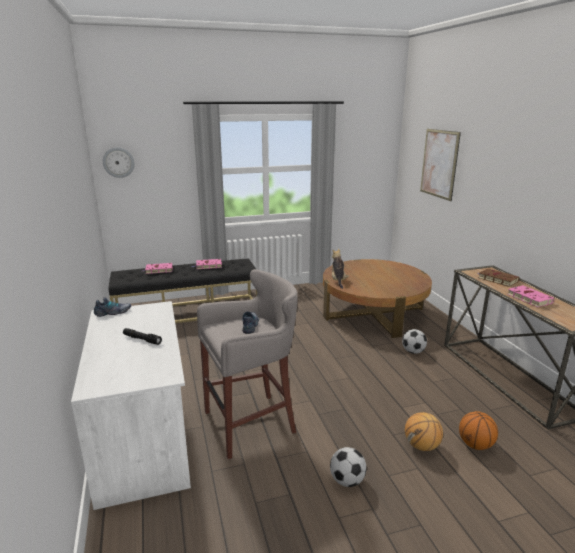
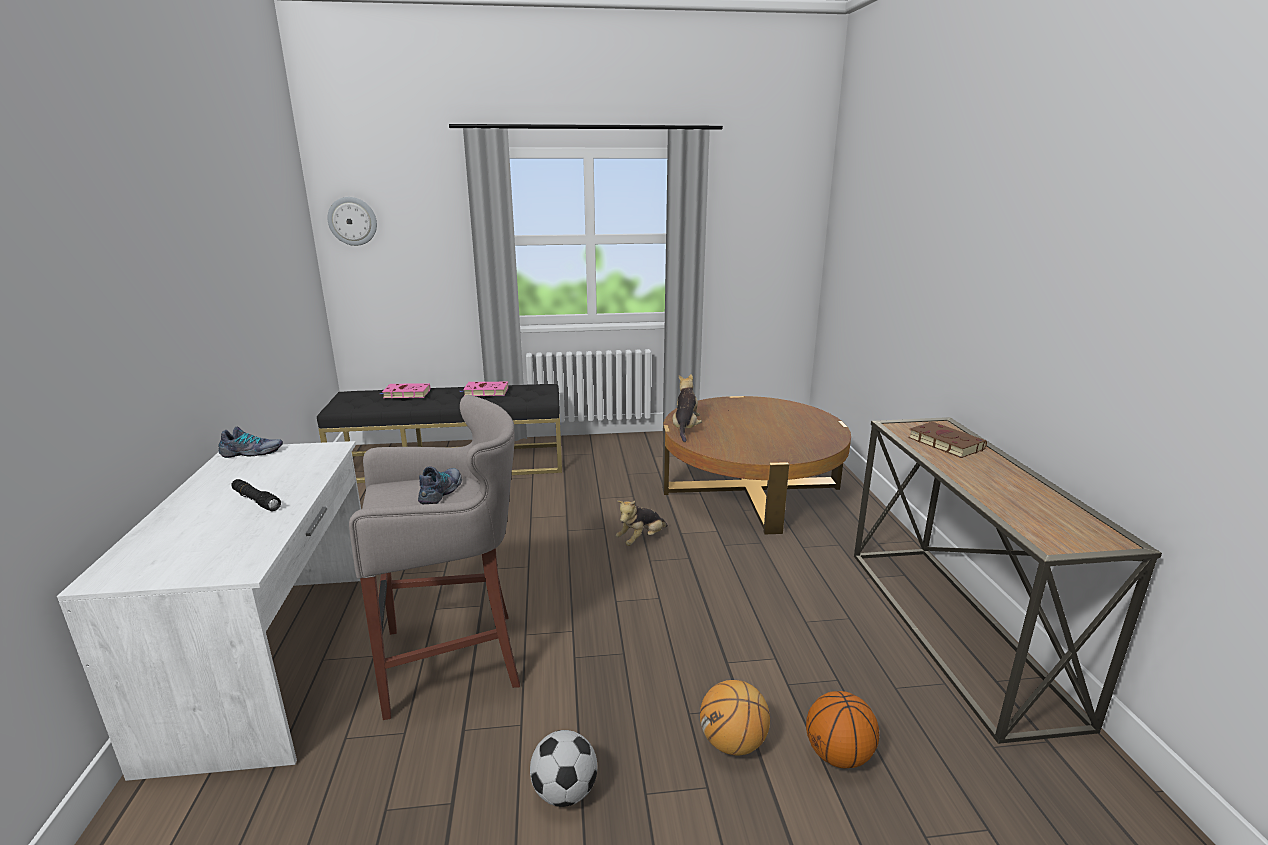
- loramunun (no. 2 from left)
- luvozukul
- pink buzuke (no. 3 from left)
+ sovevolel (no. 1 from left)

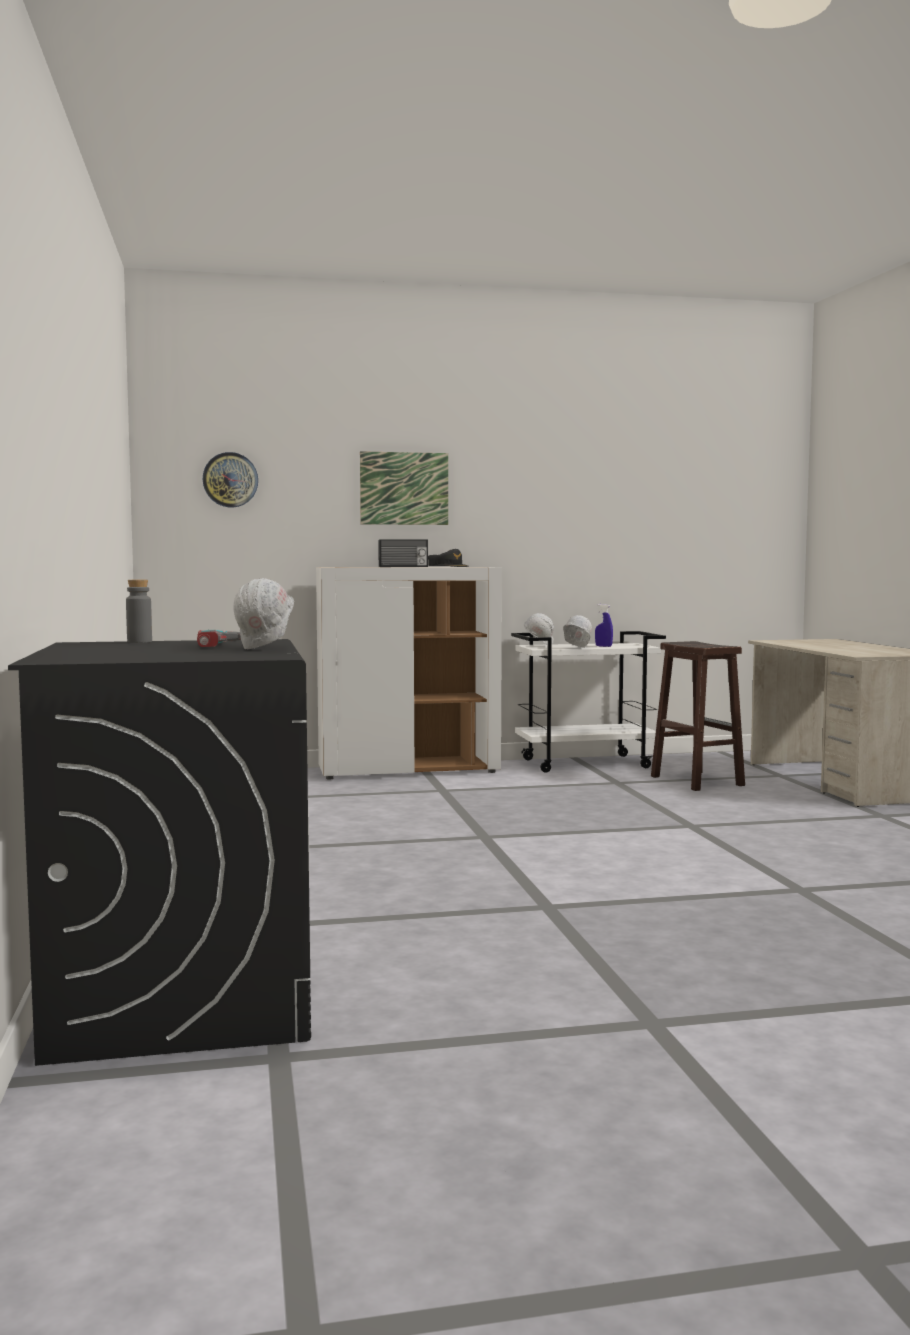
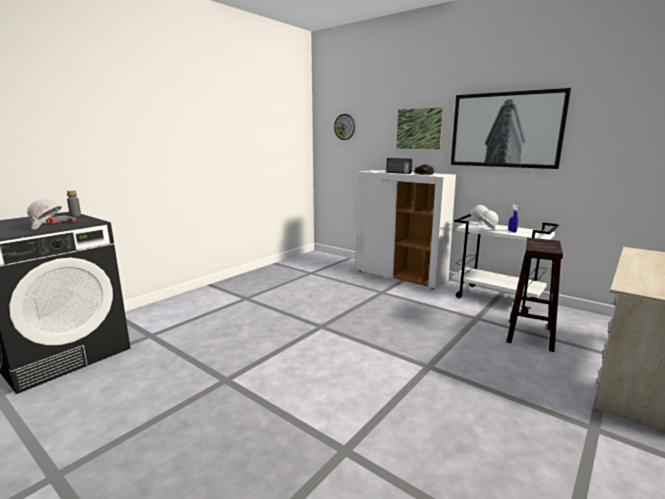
+ luvozukul (no. 2 from left)

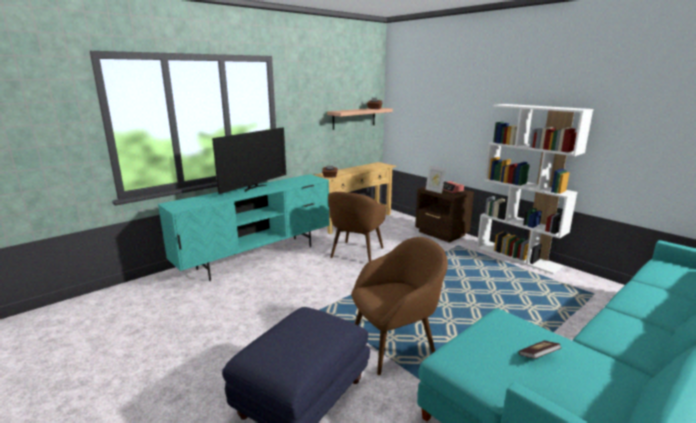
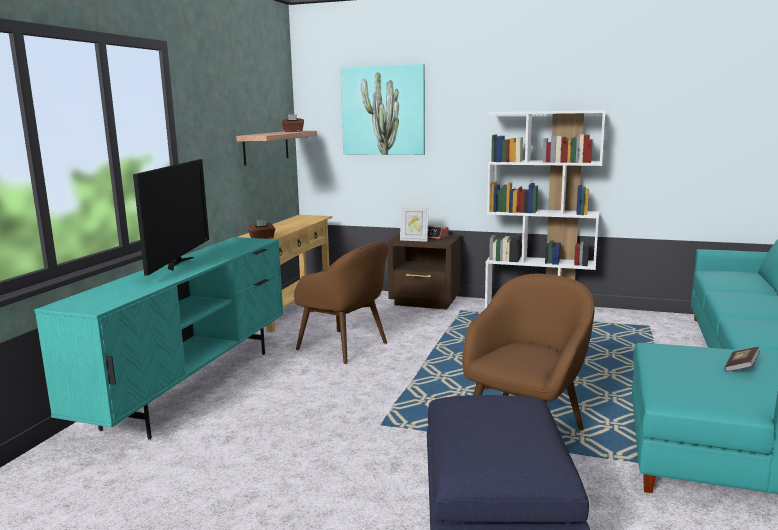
+ luvozukul
~ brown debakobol (no. 1 from left) 45 degrees counterclockwise

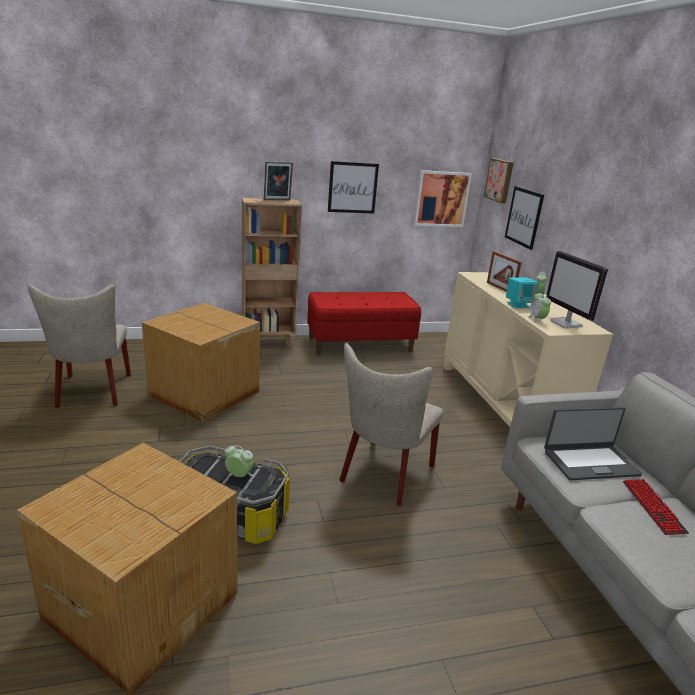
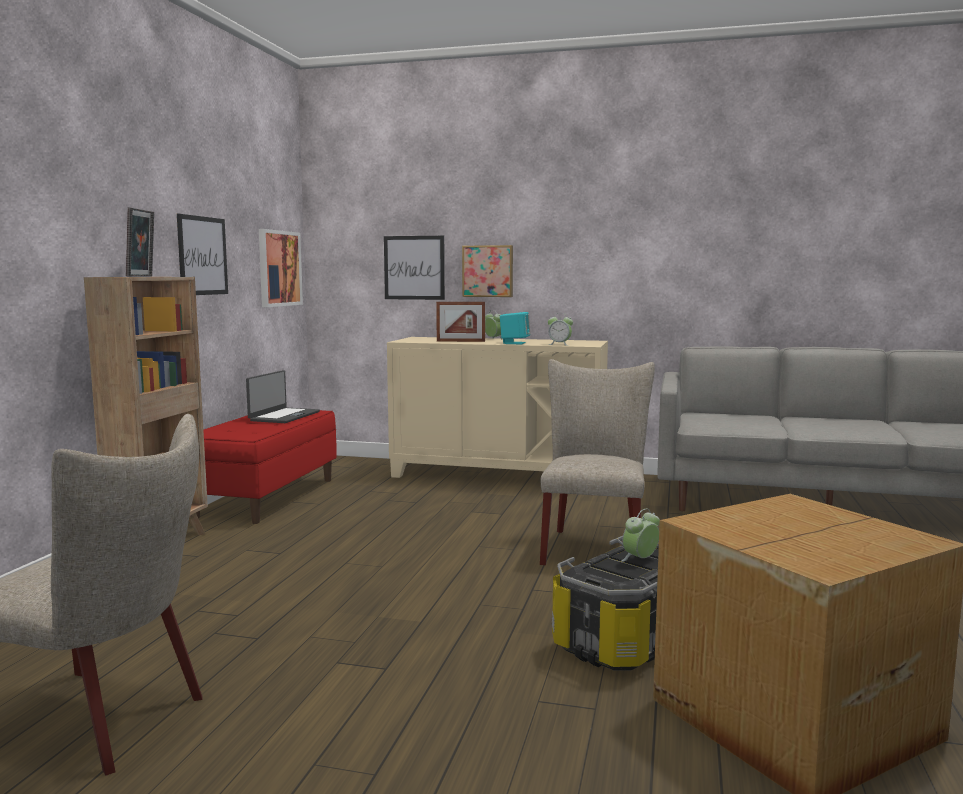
- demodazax (no. 2 from left)
- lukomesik
- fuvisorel
~ luvozukul (no. 3 from left in the first image) to luvozukul (no. 4 from left)
~ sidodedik
~ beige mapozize (no. 2 from left) 135 degrees counterclockwise

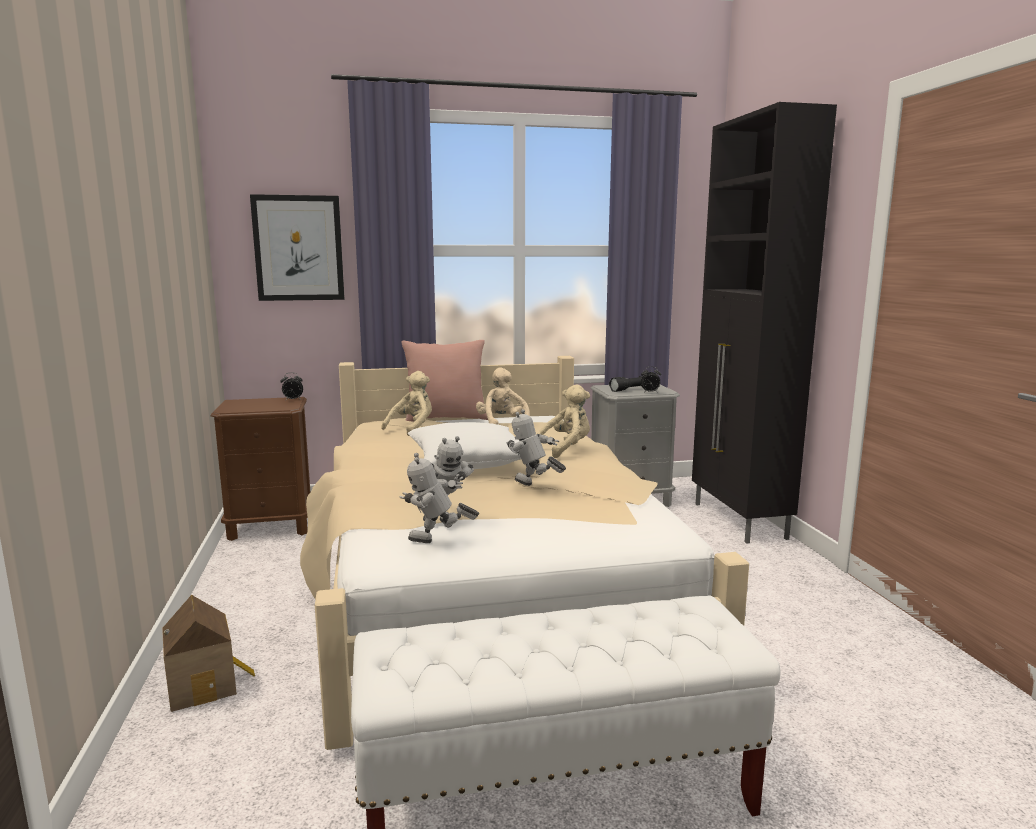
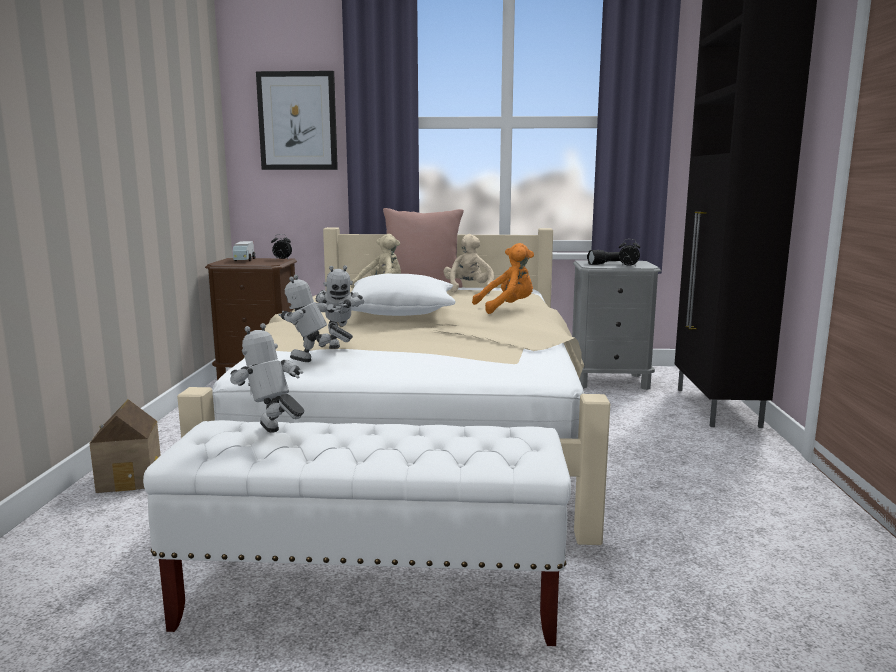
+ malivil
~ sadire (no. 3 from left in the first image) to sadire (no. 1 from left)
~ beige sovevolel (no. 3 from left) to orange sovevolel

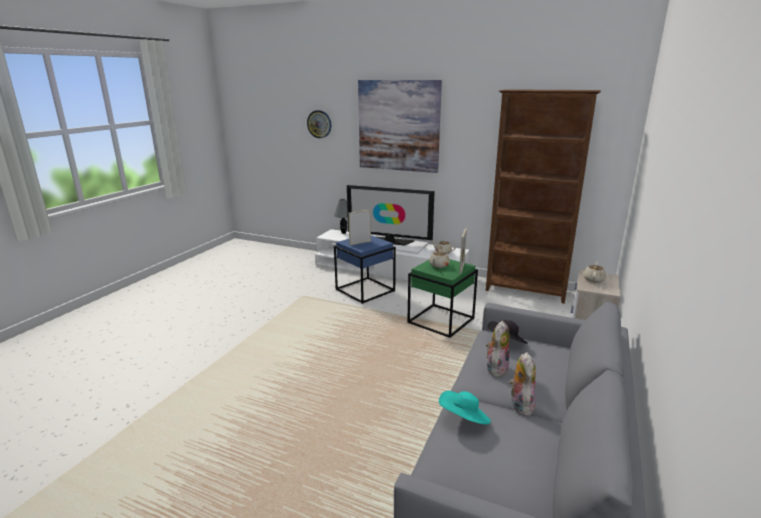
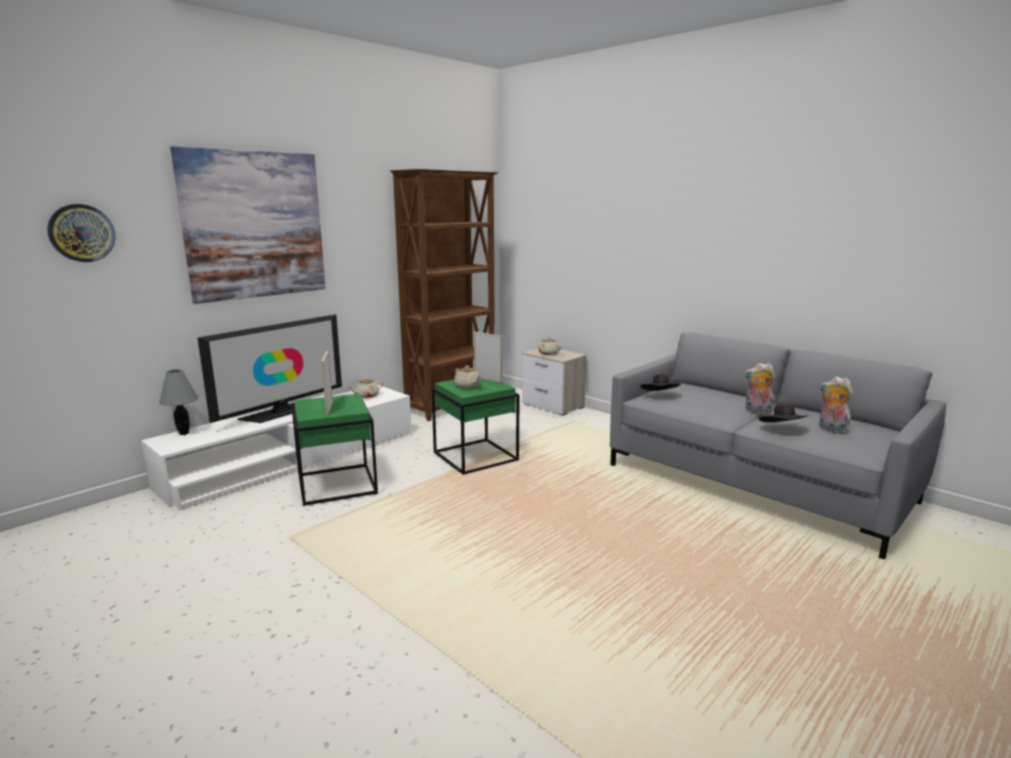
~ sovevolel (no. 1 from left in the first image) to sovevolel (no. 2 from left)
~ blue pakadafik to green pakadafik (no. 1 from left)
~ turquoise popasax to black popasax (no. 2 from left)

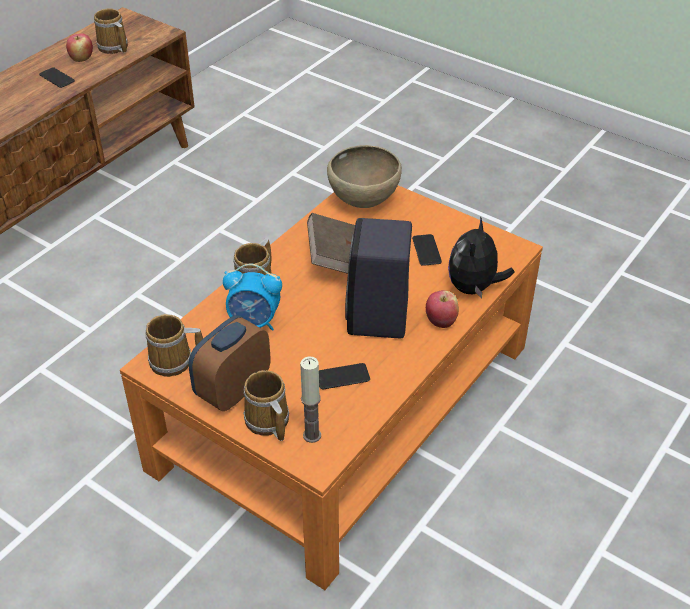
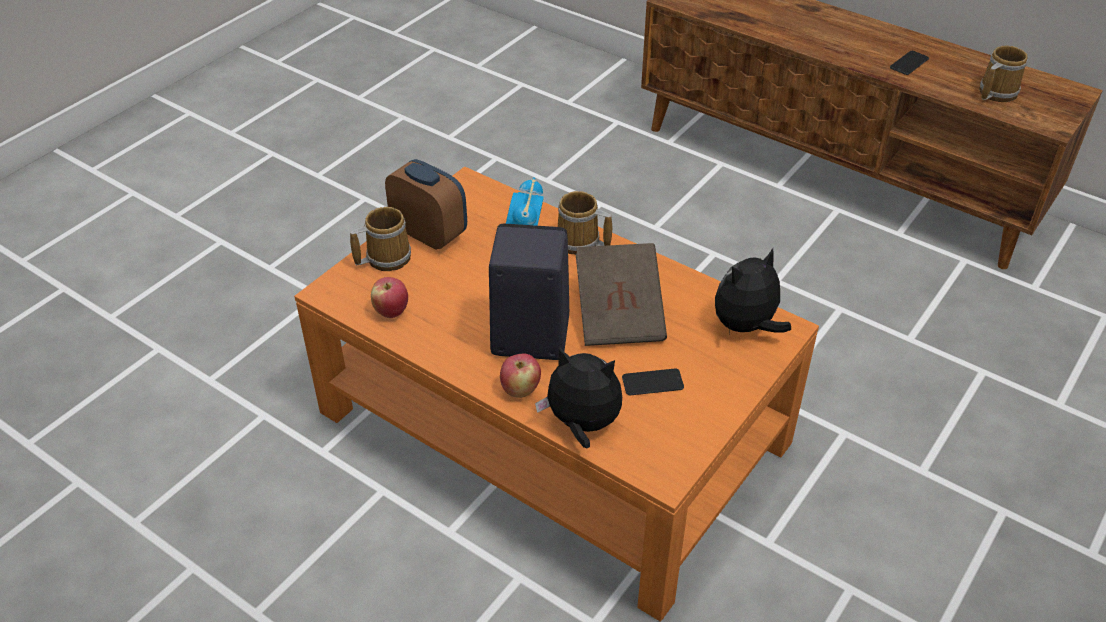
- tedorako (no. 2 from left)
- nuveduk
- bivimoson (no. 2 from left)
~ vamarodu (no. 1 from left)
~ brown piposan to sovevolel (no. 2 from left)

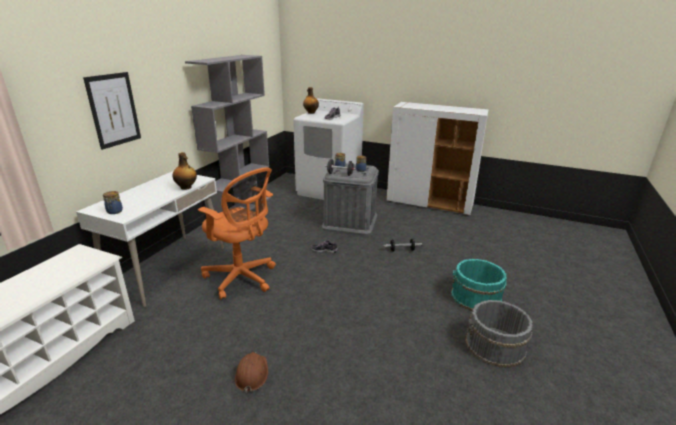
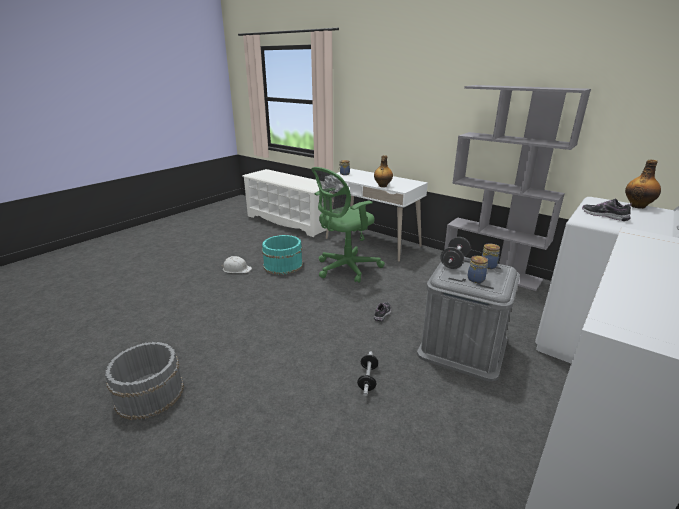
- luvozukul
~ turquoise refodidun
~ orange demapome to green demapome
~ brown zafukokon to white zafukokon

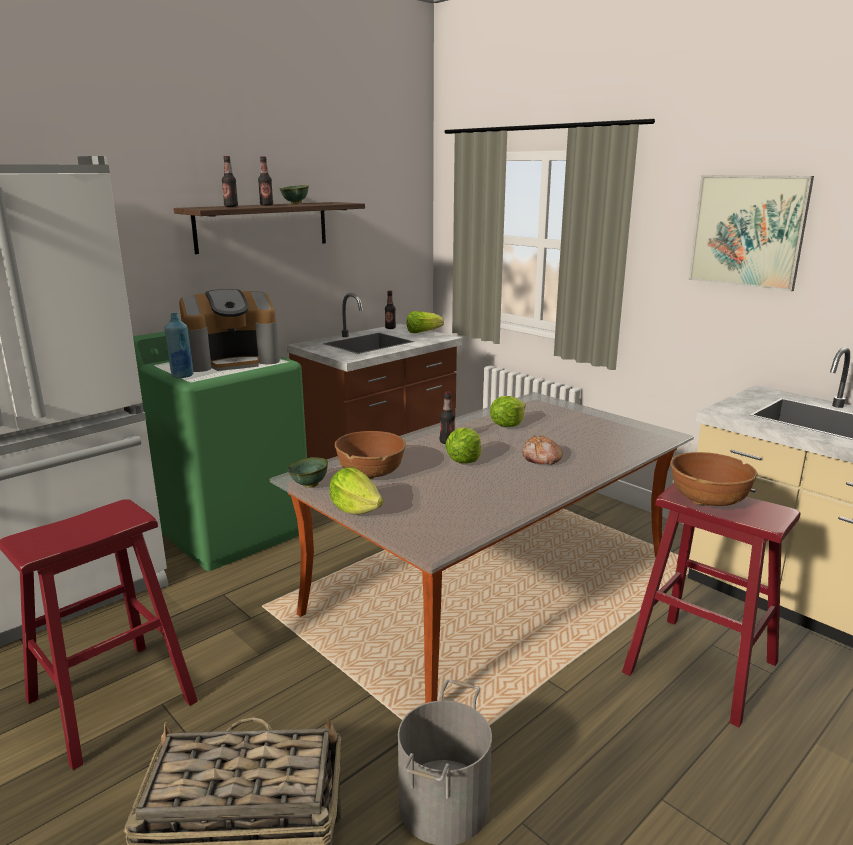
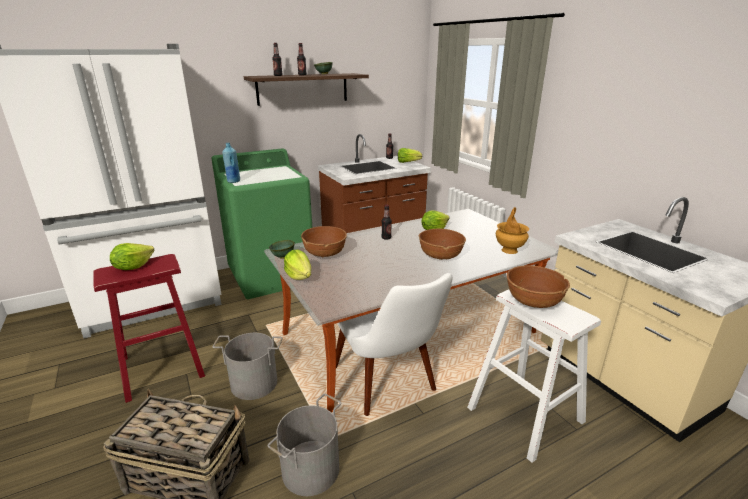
- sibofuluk
- luvozukul
+ grey refodidun (no. 1 from left)
+ white mapozize
+ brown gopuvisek
~ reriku (no. 3 from left in the first image) to reriku (no. 1 from left)
~ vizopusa to brown piposan (no. 2 from left)
~ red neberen (no. 2 from left) to white neberen

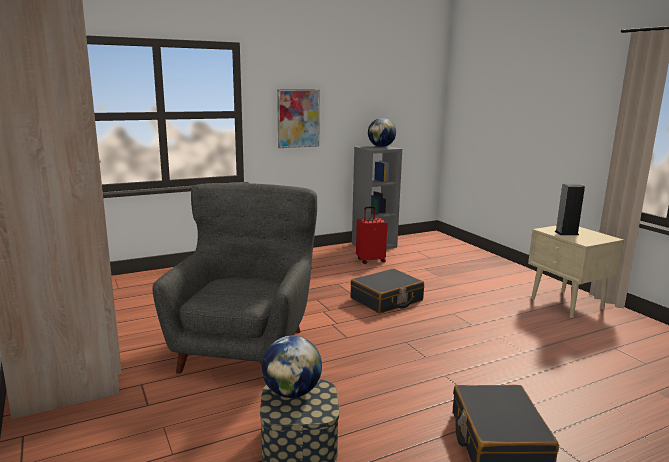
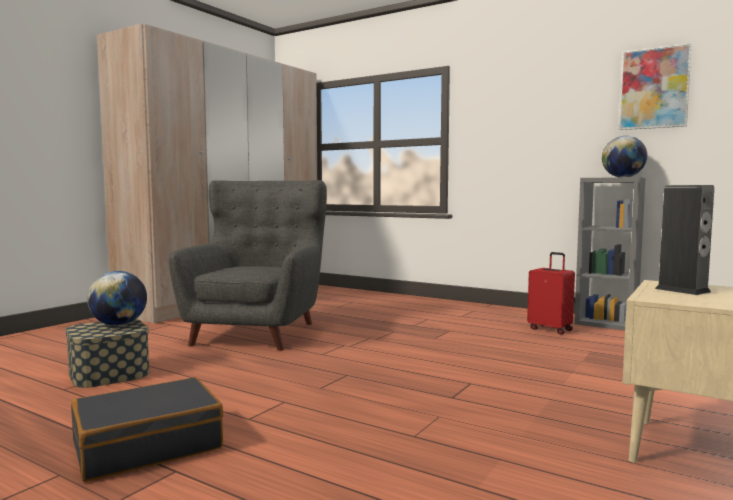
- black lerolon (no. 1 from left)
~ luvozukul
~ grey debakobol 60 degrees counterclockwise

